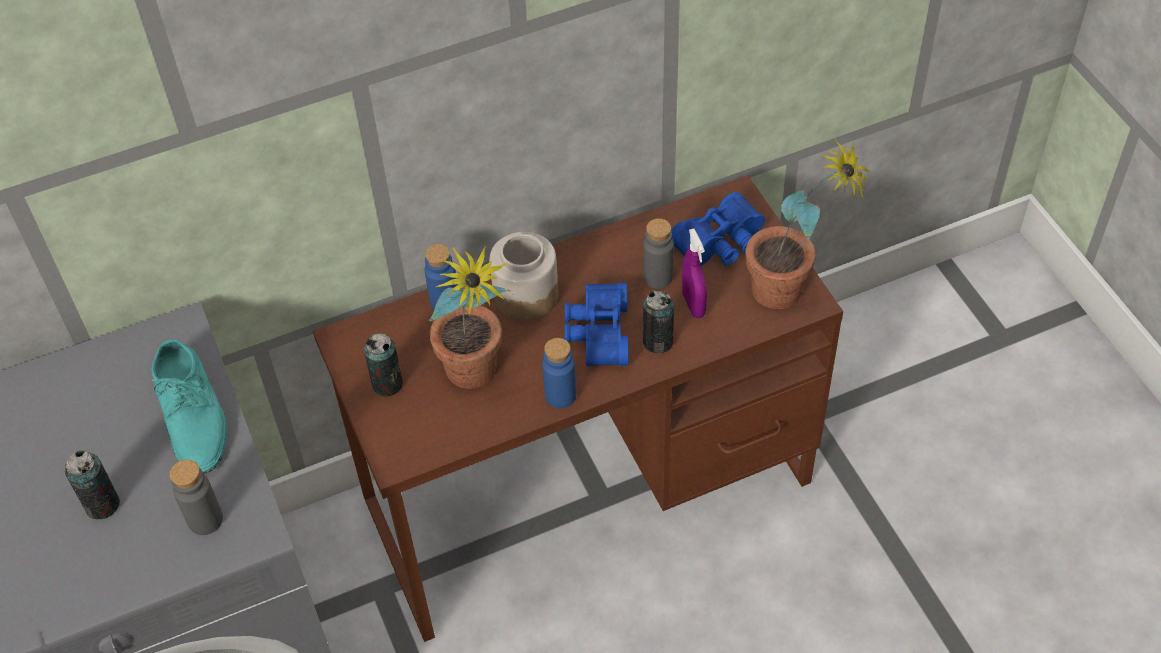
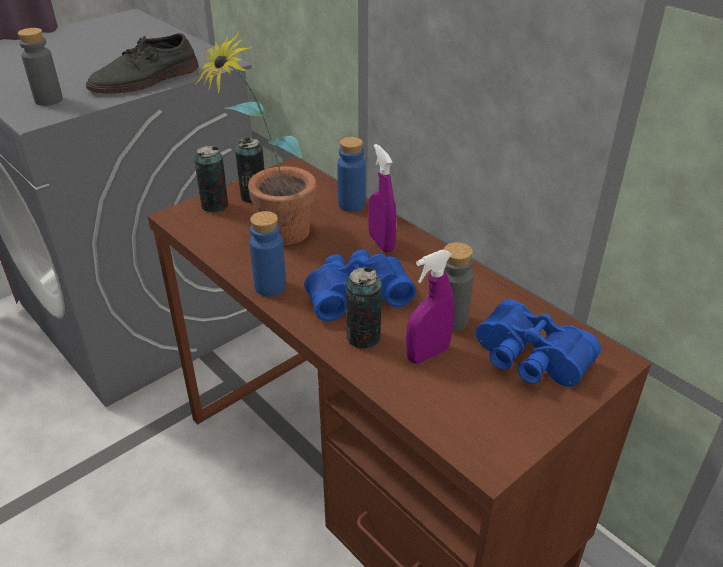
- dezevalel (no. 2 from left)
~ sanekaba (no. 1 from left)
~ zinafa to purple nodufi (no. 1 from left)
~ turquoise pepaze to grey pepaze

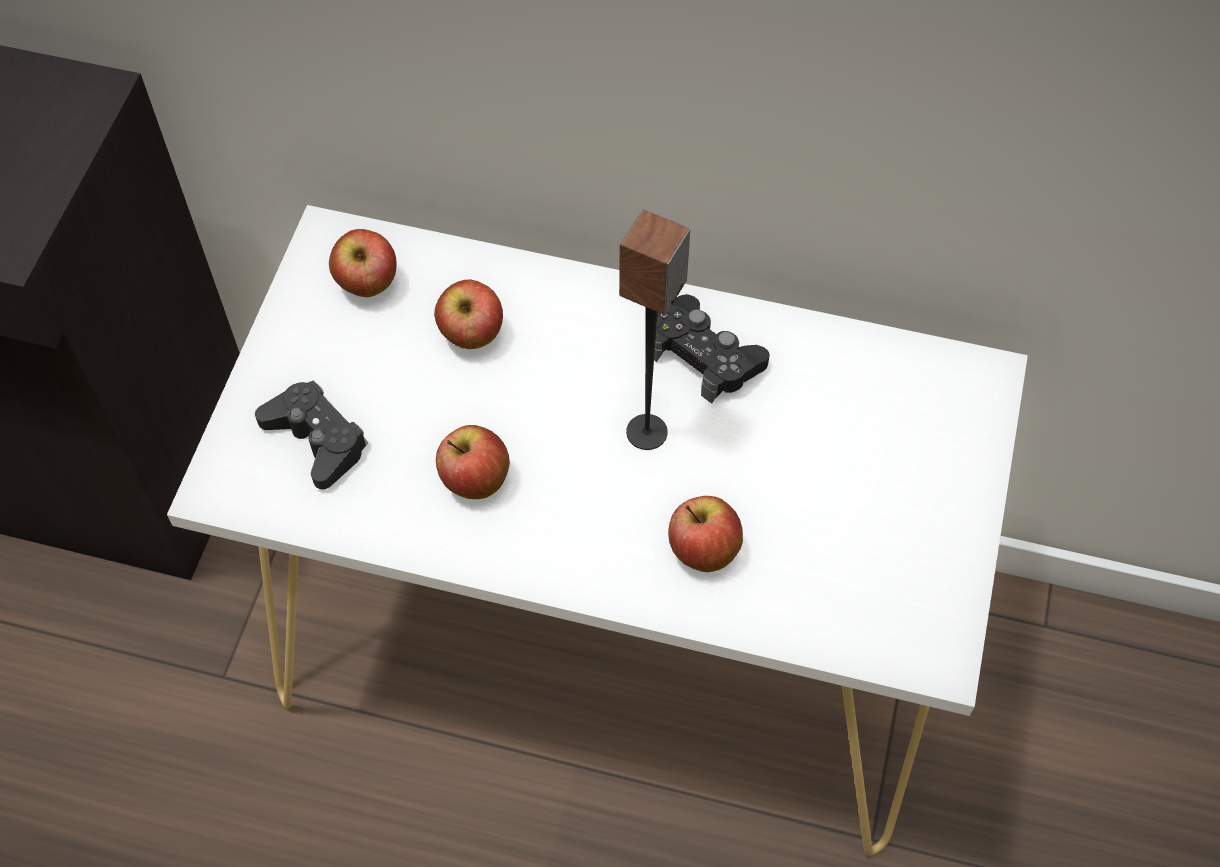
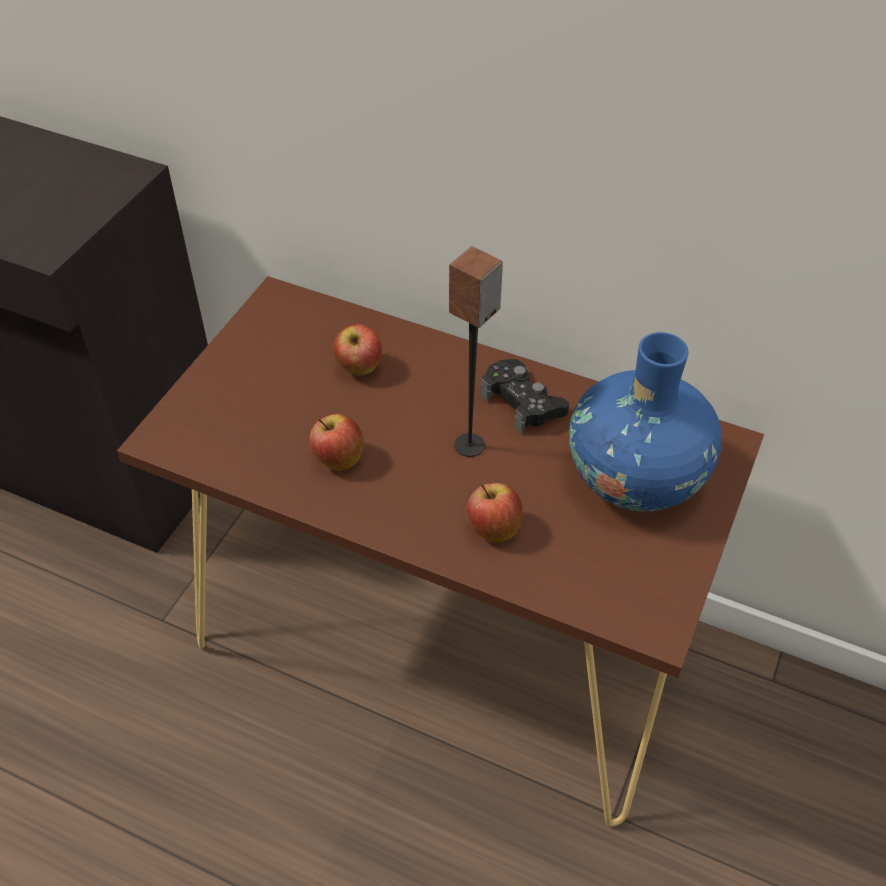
- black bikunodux (no. 1 from left)
- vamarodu (no. 1 from left)
+ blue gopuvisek
~ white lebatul to brown lebatul

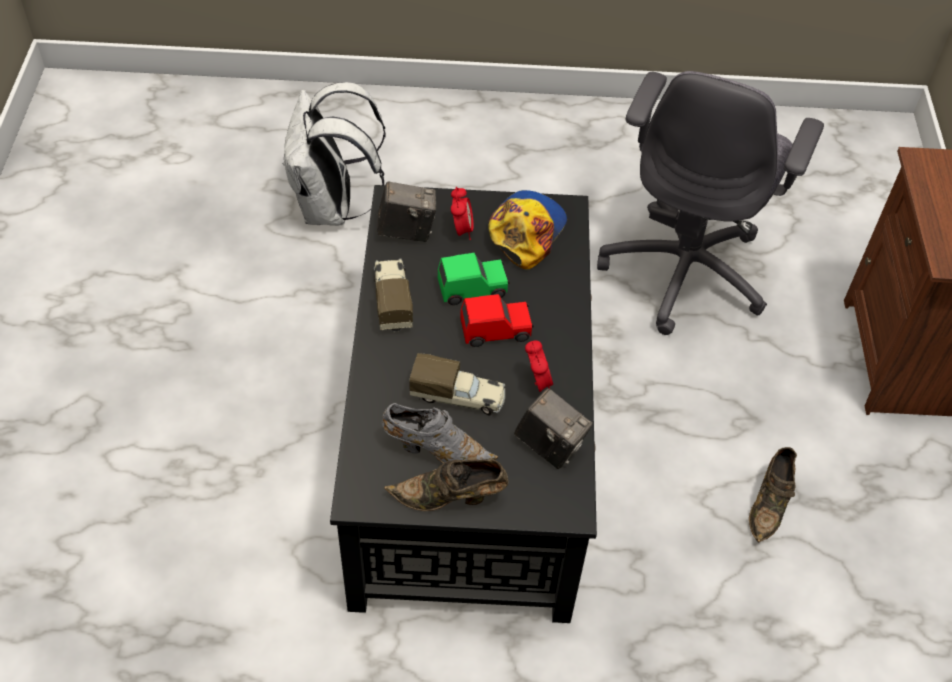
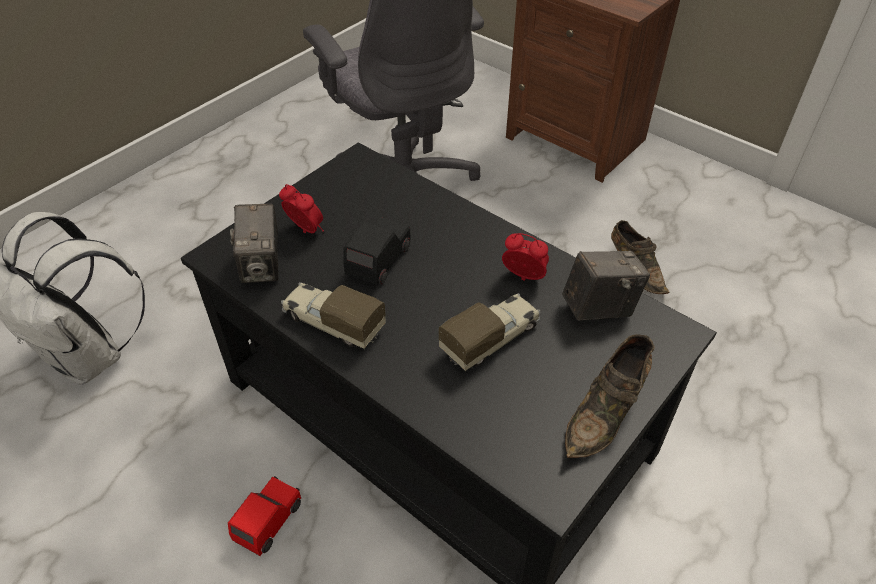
- grey pepaze
- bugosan
~ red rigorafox
~ green rigorafox to black rigorafox
~ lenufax (no. 1 from left) 135 degrees clockwise

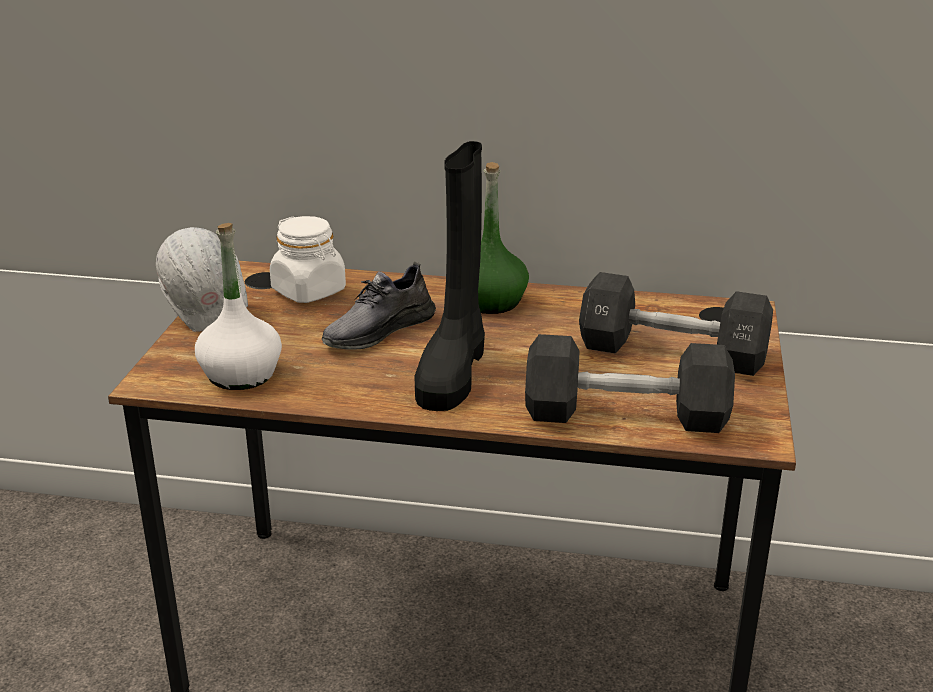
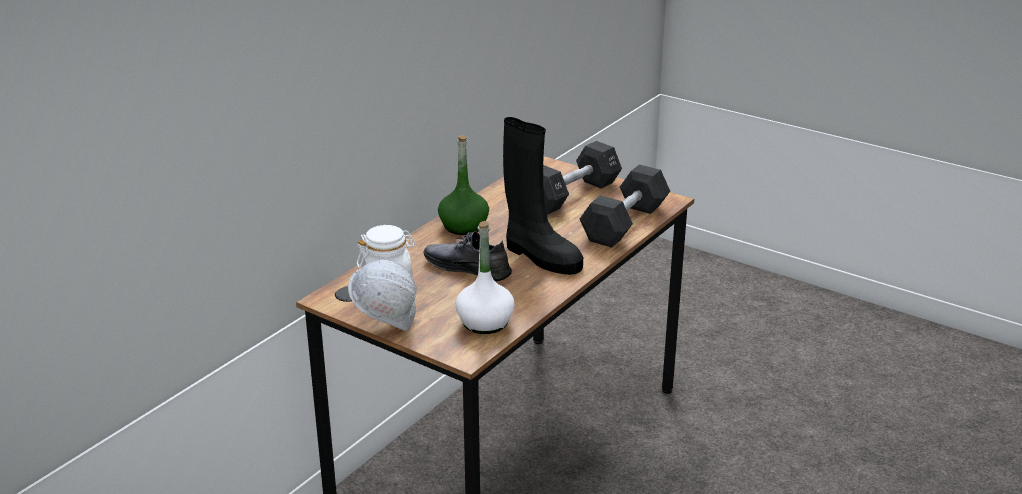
~ grey pepaze 135 degrees clockwise

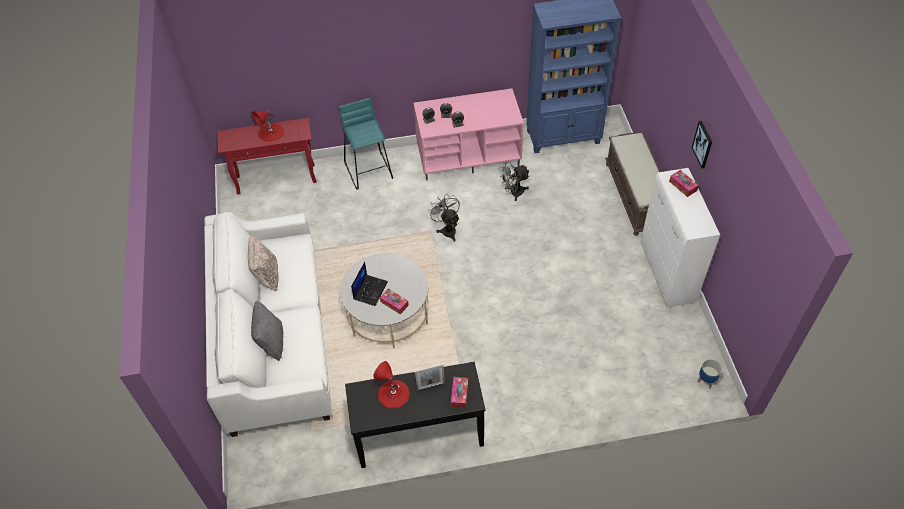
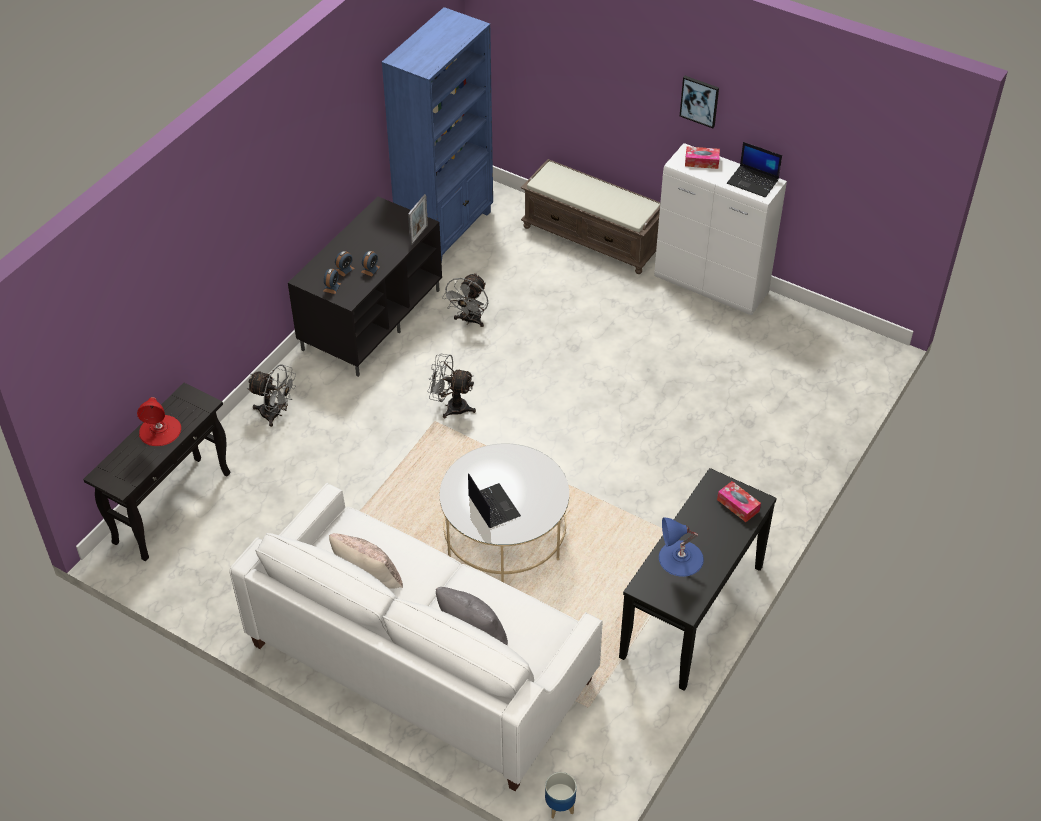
- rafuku (no. 1 from left)
+ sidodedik (no. 2 from left)
~ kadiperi
~ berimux
~ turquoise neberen to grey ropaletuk (no. 1 from left)
~ red lebatul to black lebatul (no. 1 from left)
~ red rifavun (no. 2 from left) to blue rifavun
~ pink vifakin to black vifakin

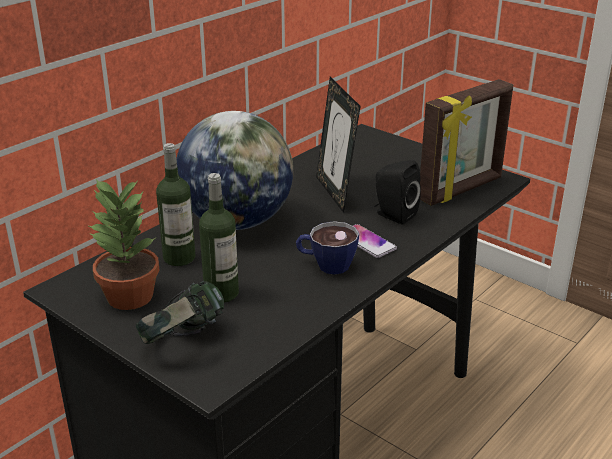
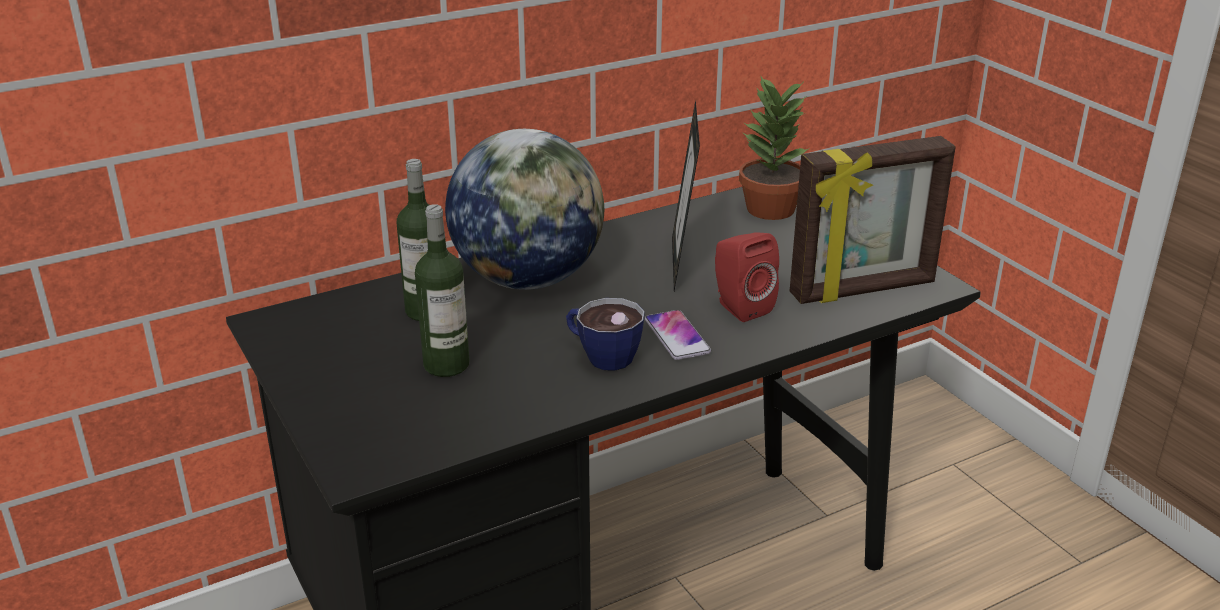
- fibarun
~ dezevalel
~ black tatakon to red tatakon

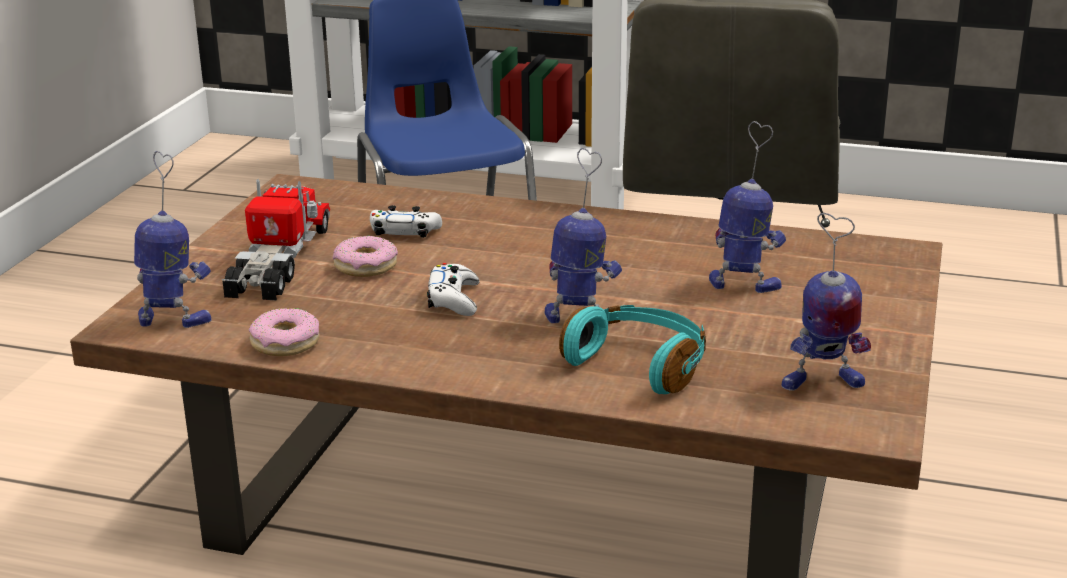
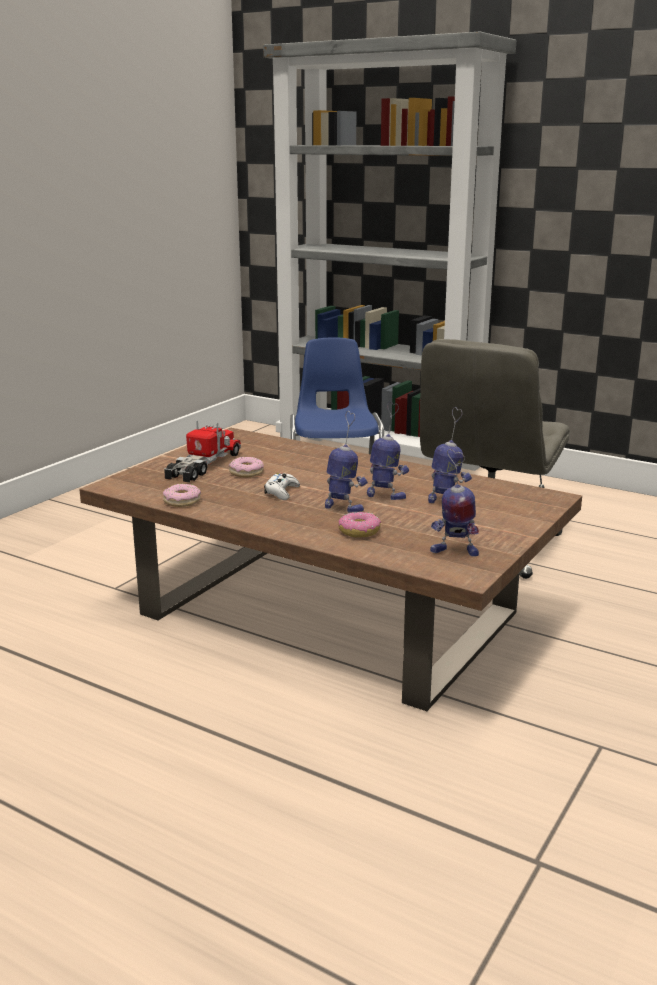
- white bikunodux (no. 1 from left)
~ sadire (no. 1 from left in the first image) to sadire (no. 2 from left)
~ turquoise fibarun to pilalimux (no. 3 from left)

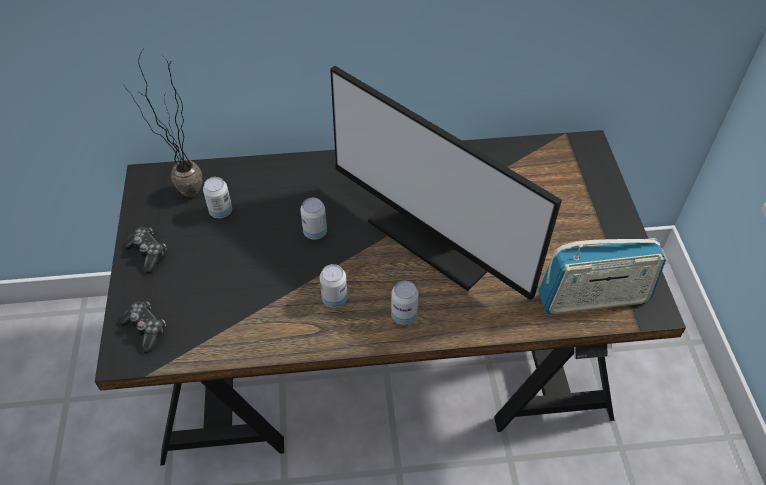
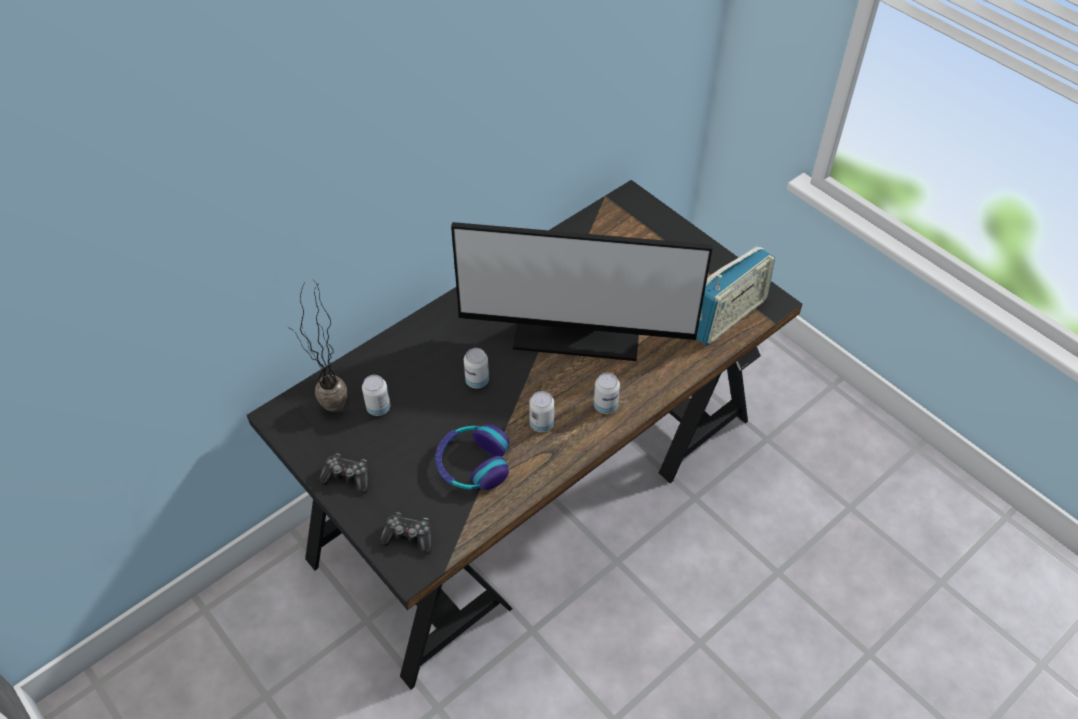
+ fibarun

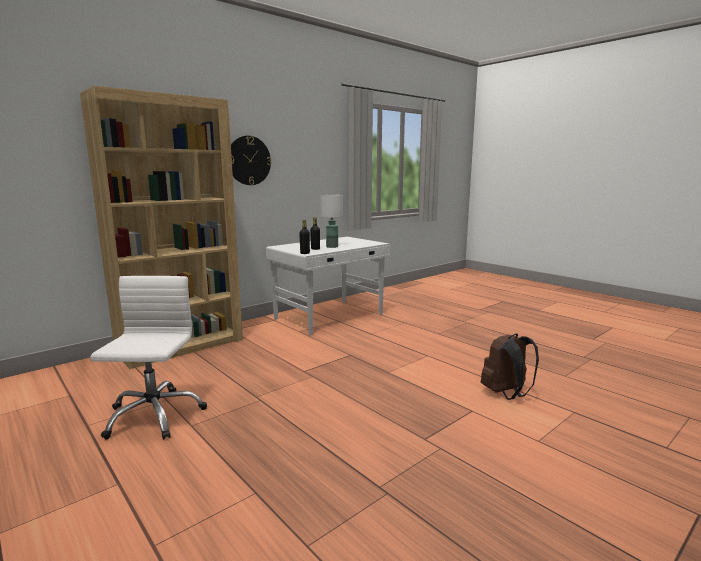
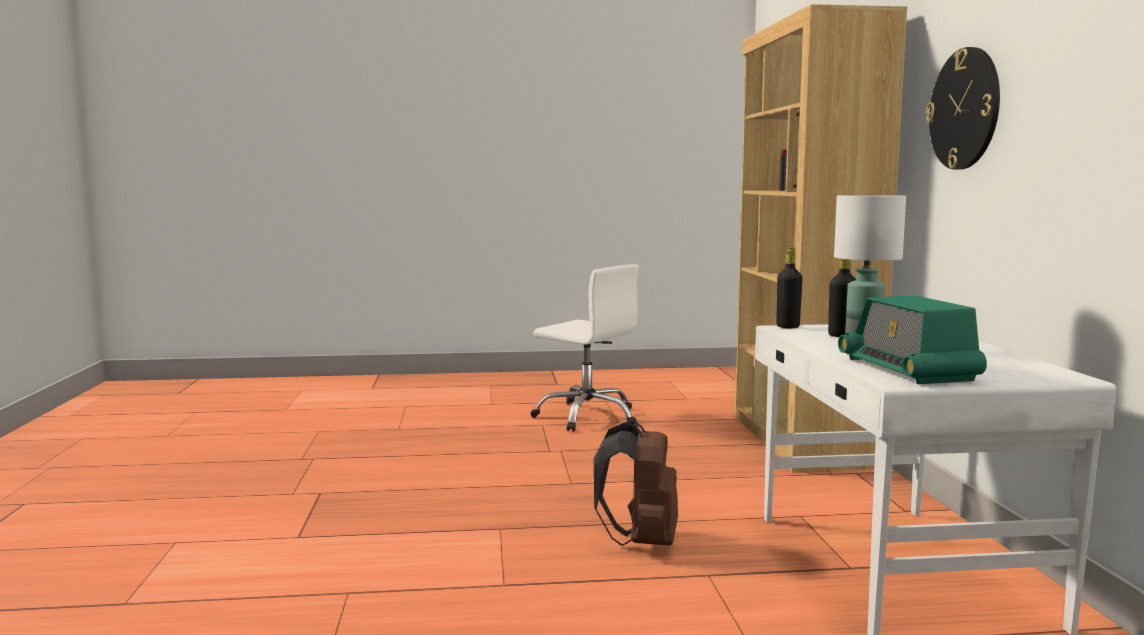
+ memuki
~ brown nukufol

